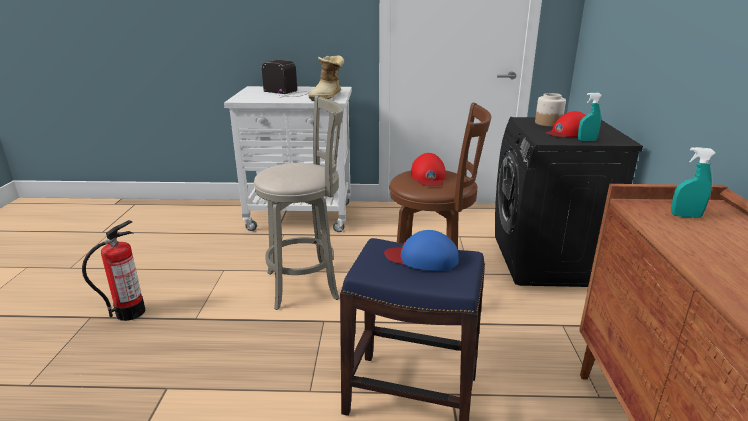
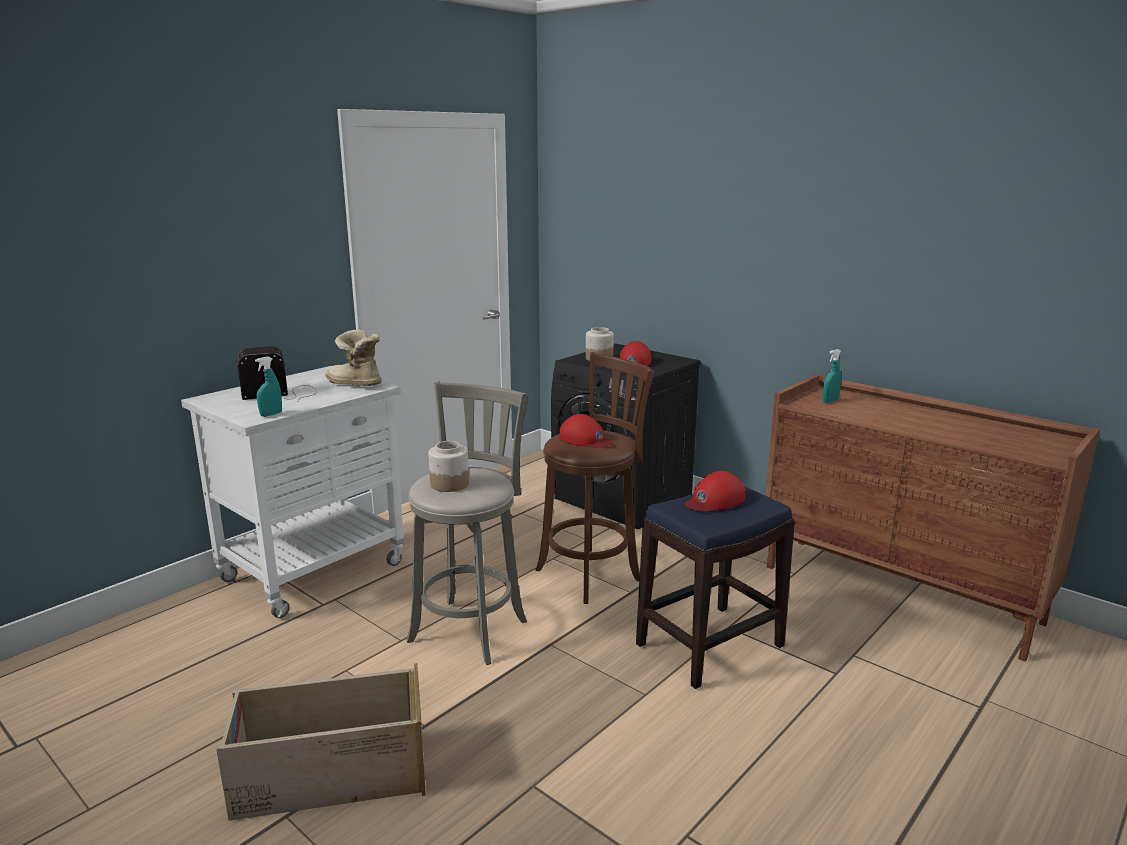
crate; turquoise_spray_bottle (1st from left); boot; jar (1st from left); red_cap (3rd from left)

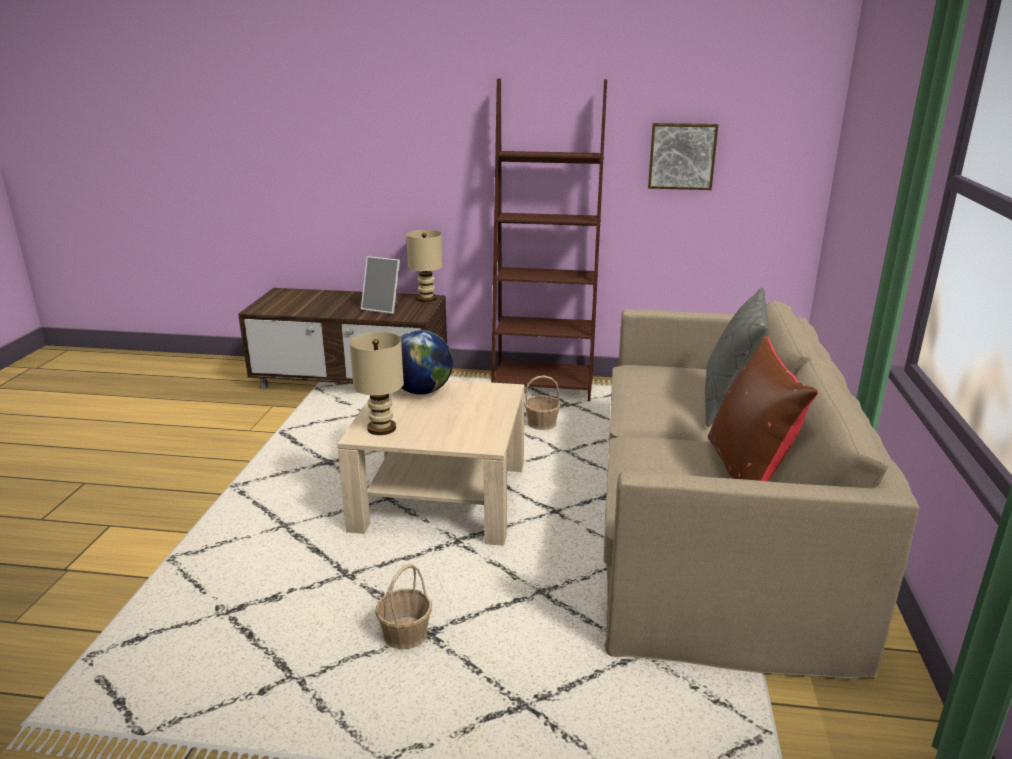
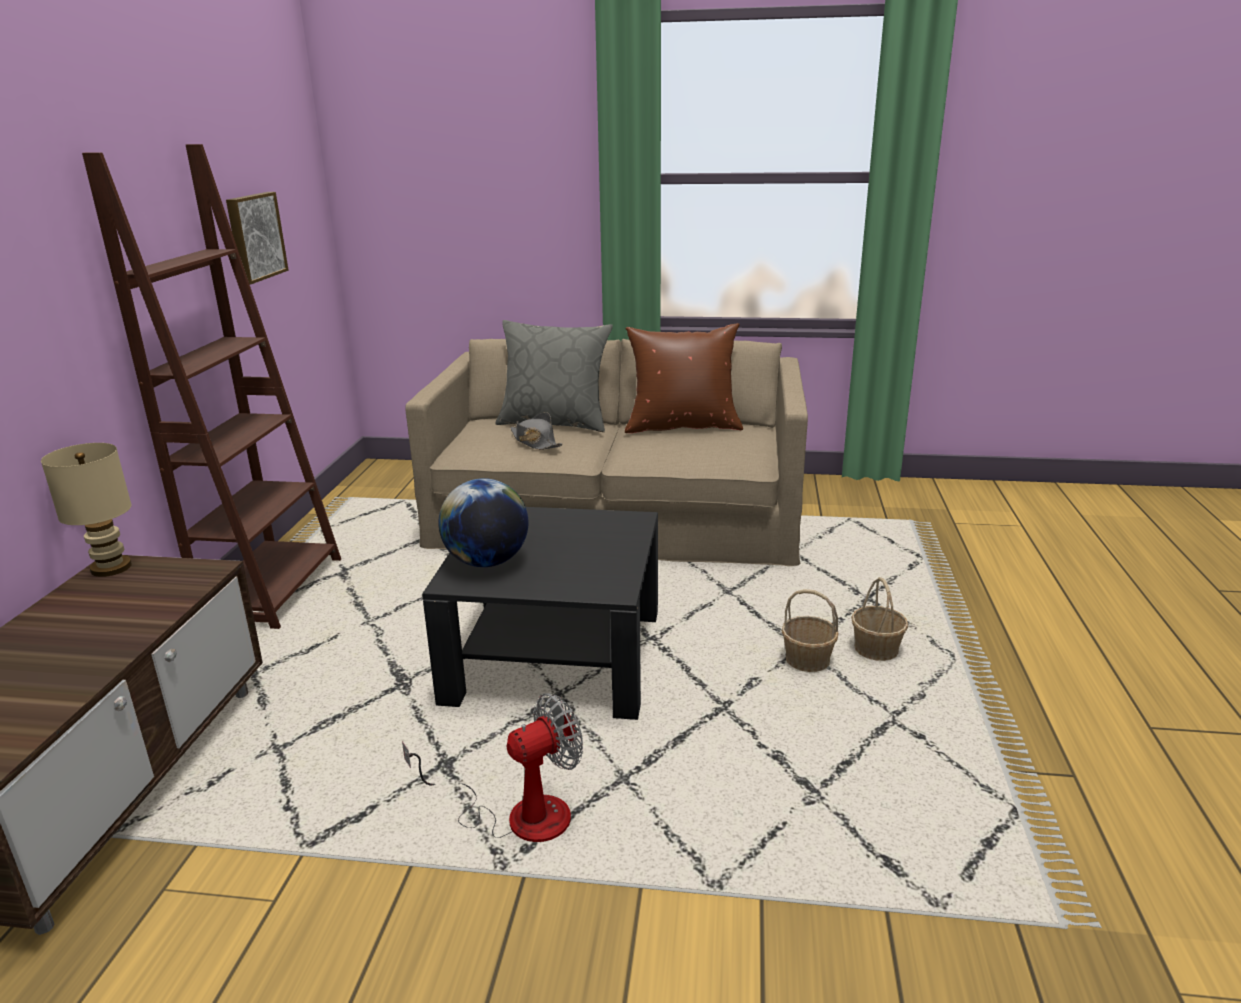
fan; black_coffee_table; grey_hat; basket (2nd from left); beige_table_lamp (1st from left in the first image); picture_frame

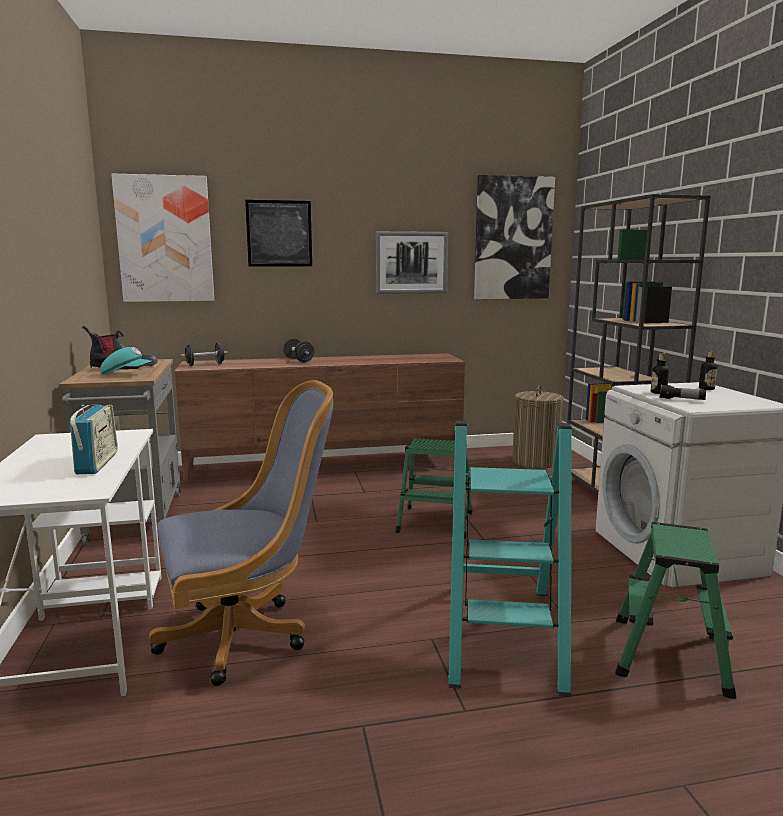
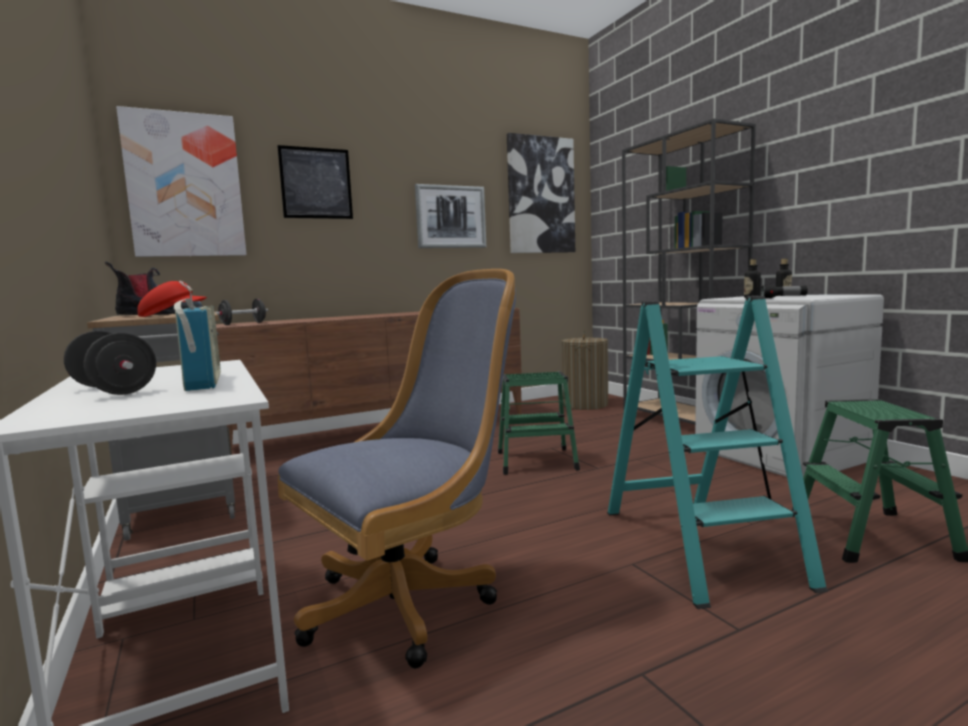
black_dumbbell (1st from left); red_cap

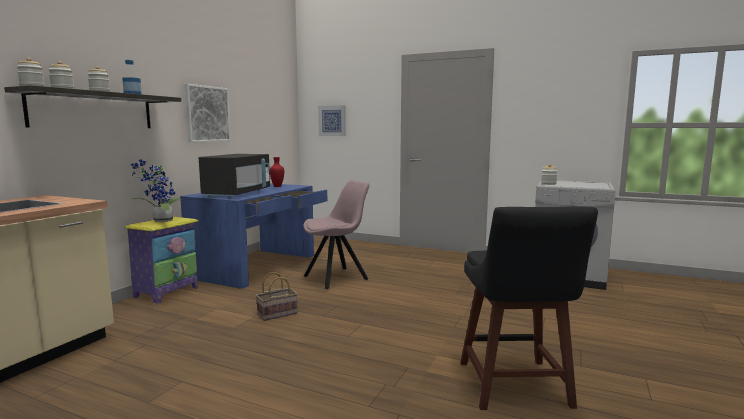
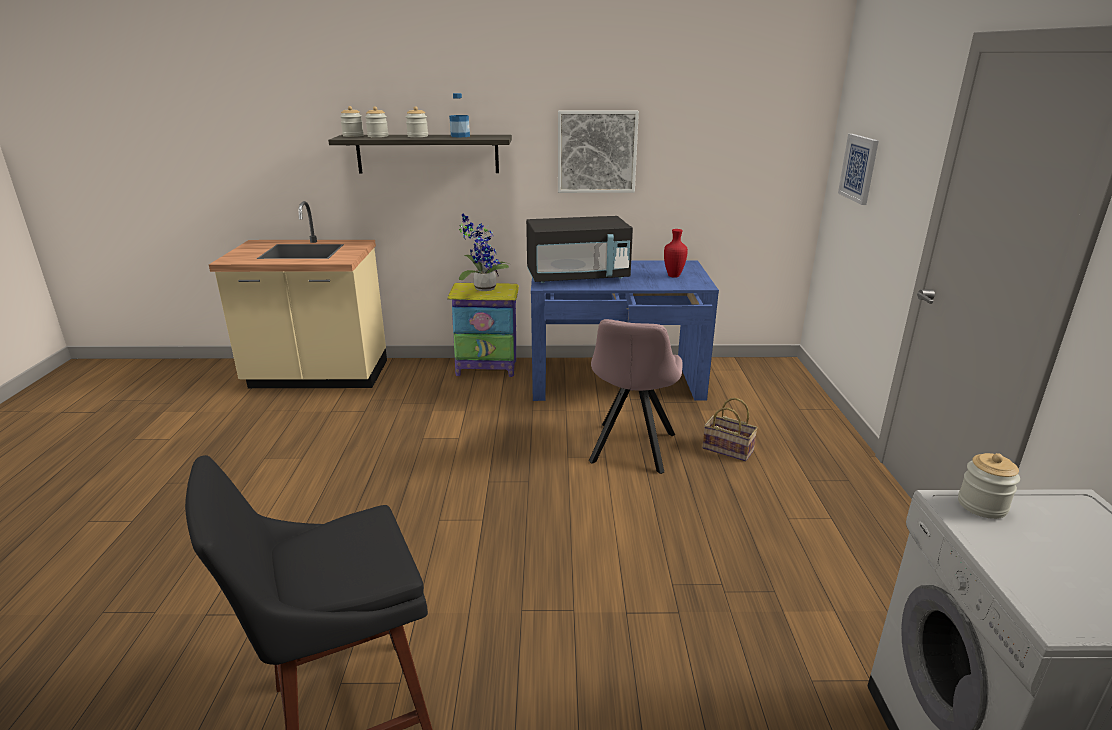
pink_chair; basket

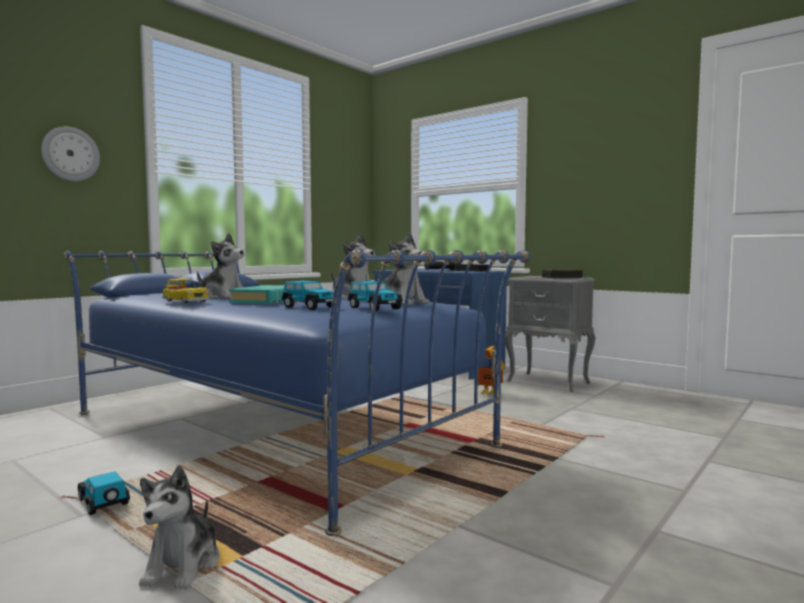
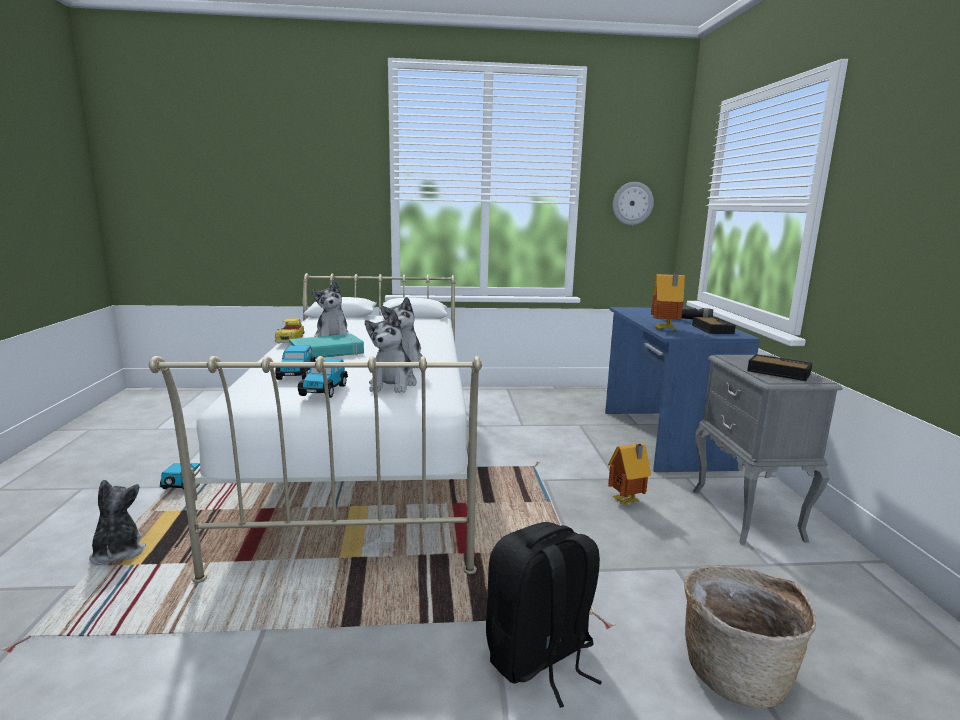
plush_toy (1st from left); white_bed; black_backpack; wall_clock; toy_house (2nd from left); basket

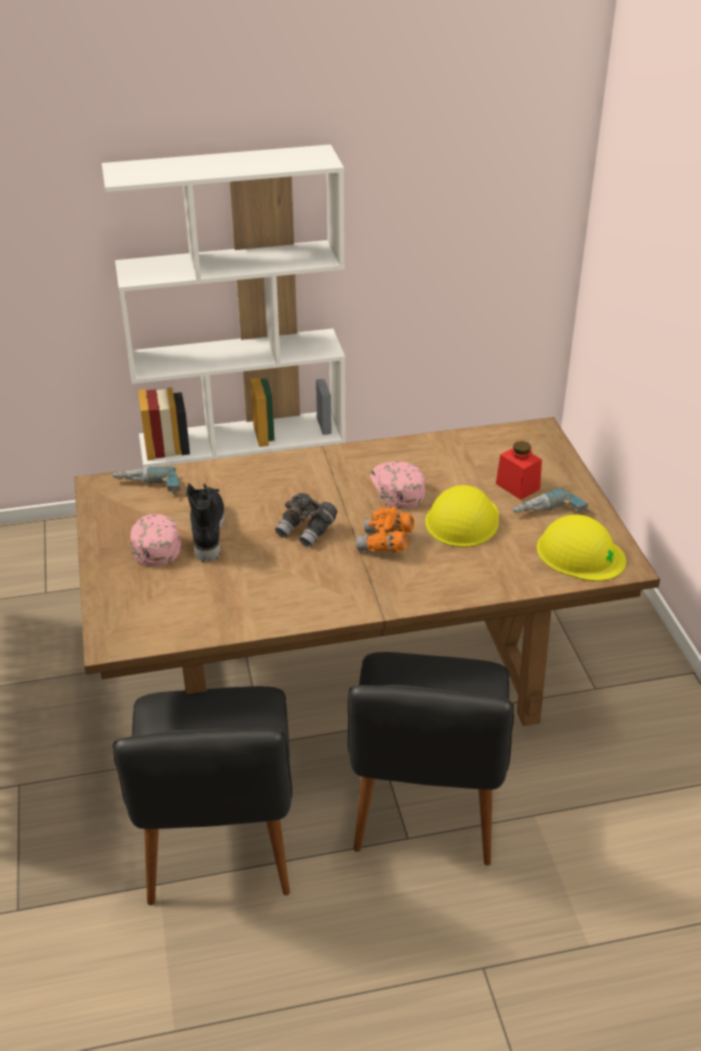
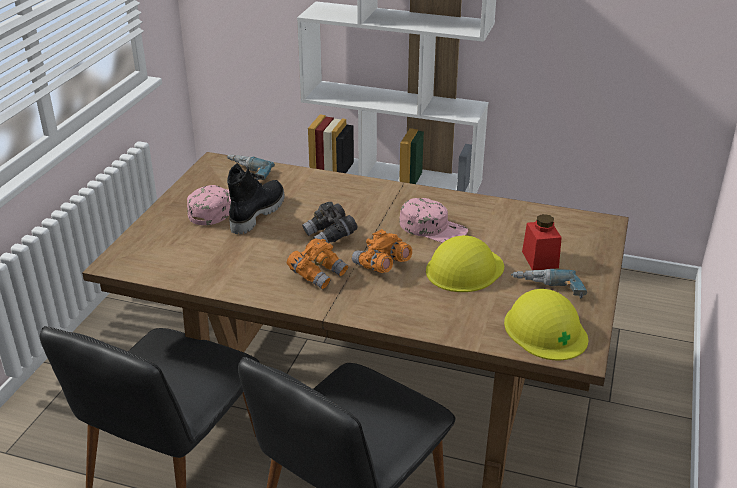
orange_binoculars (1st from left); pink_cap (2nd from left)

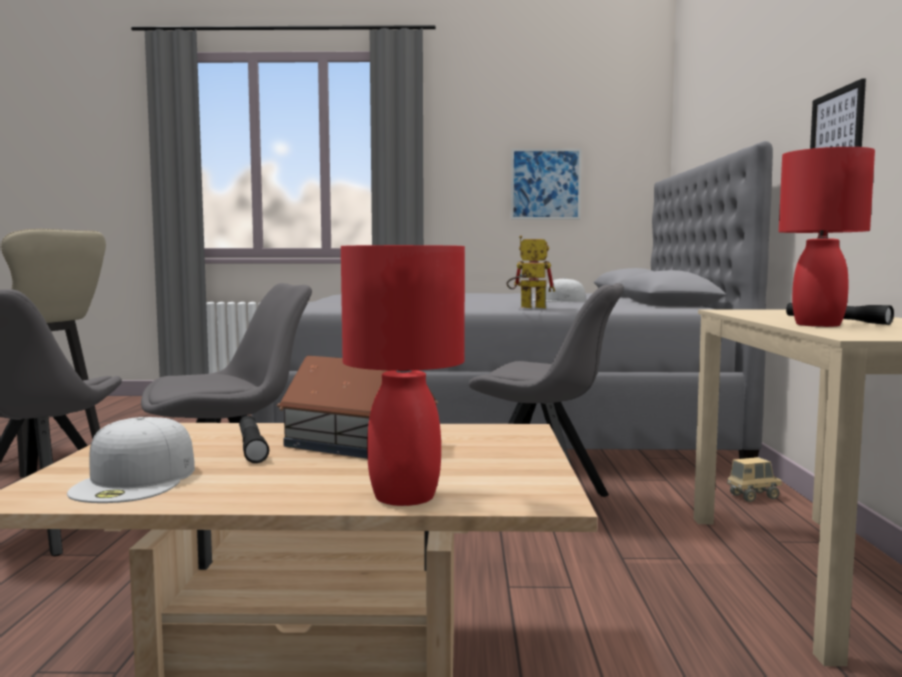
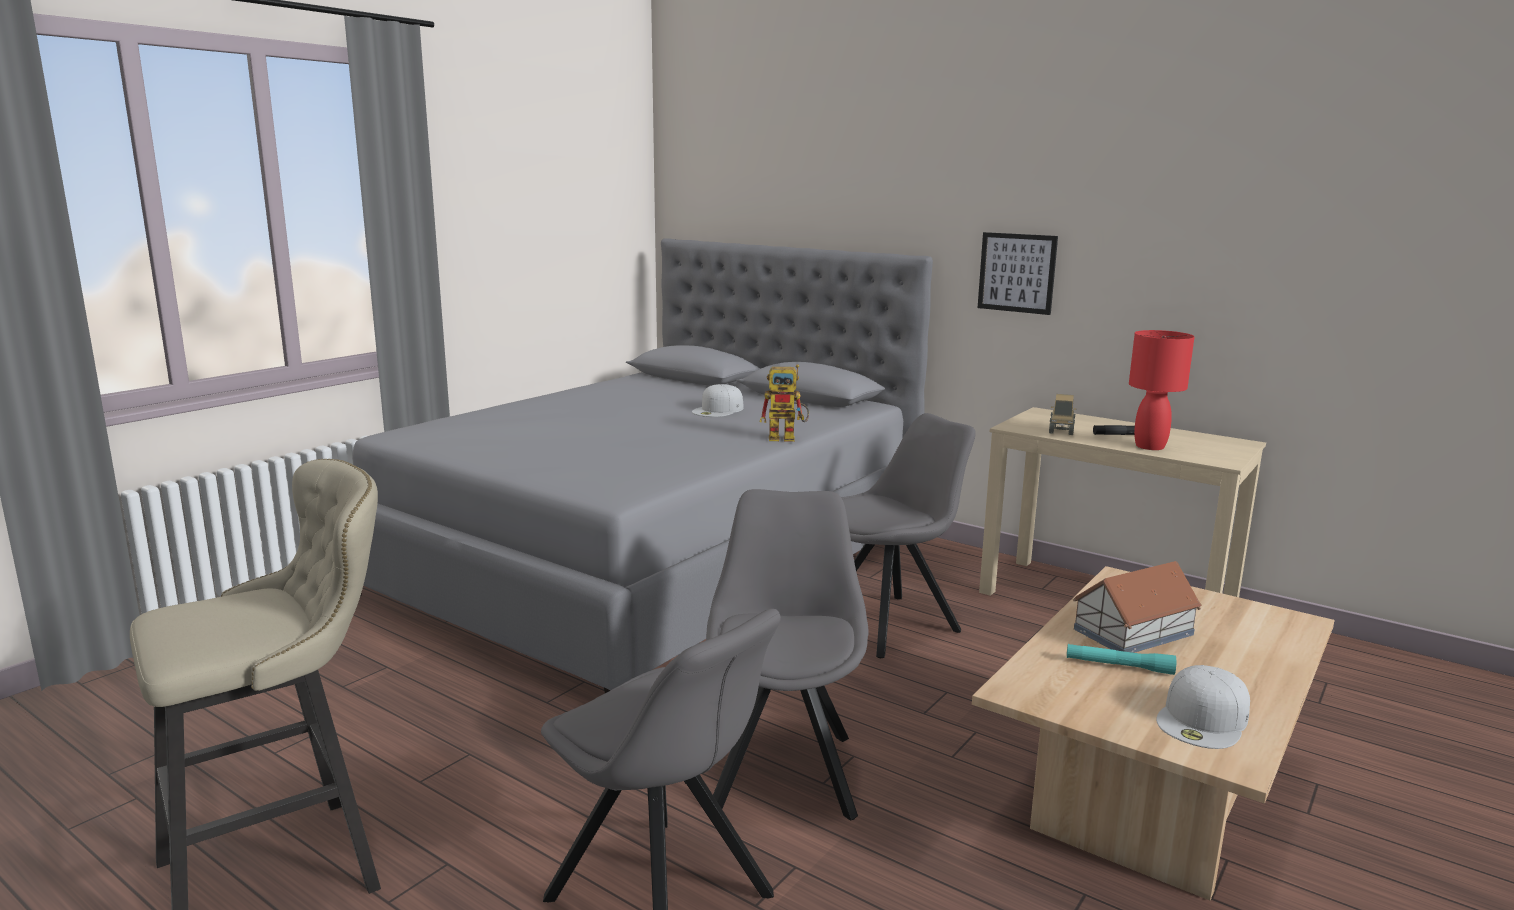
toy_robot; toy_truck; turquoise_flashlight; white_cap (2nd from left); red_table_lamp (1st from left in the first image); picture (1st from left in the first image)

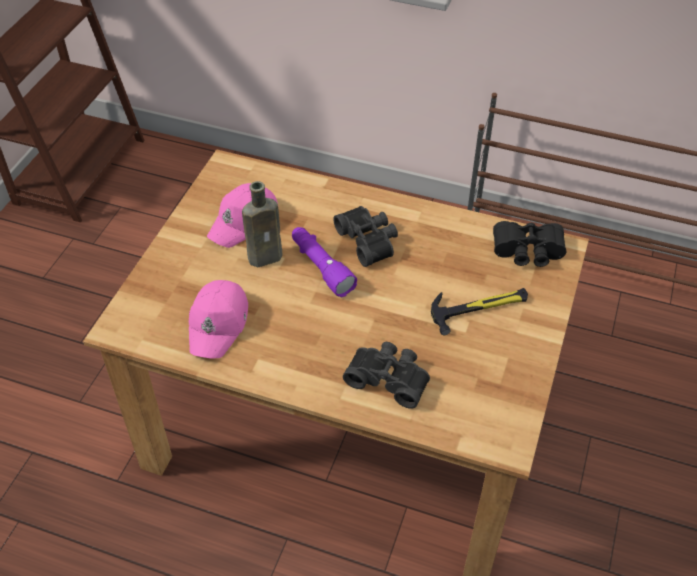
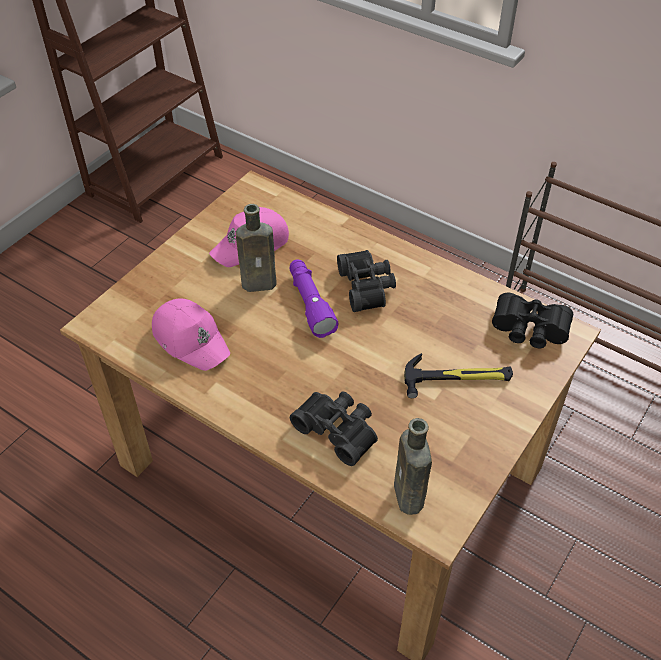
pink_cap (1st from left); brown_bottle (2nd from left)

